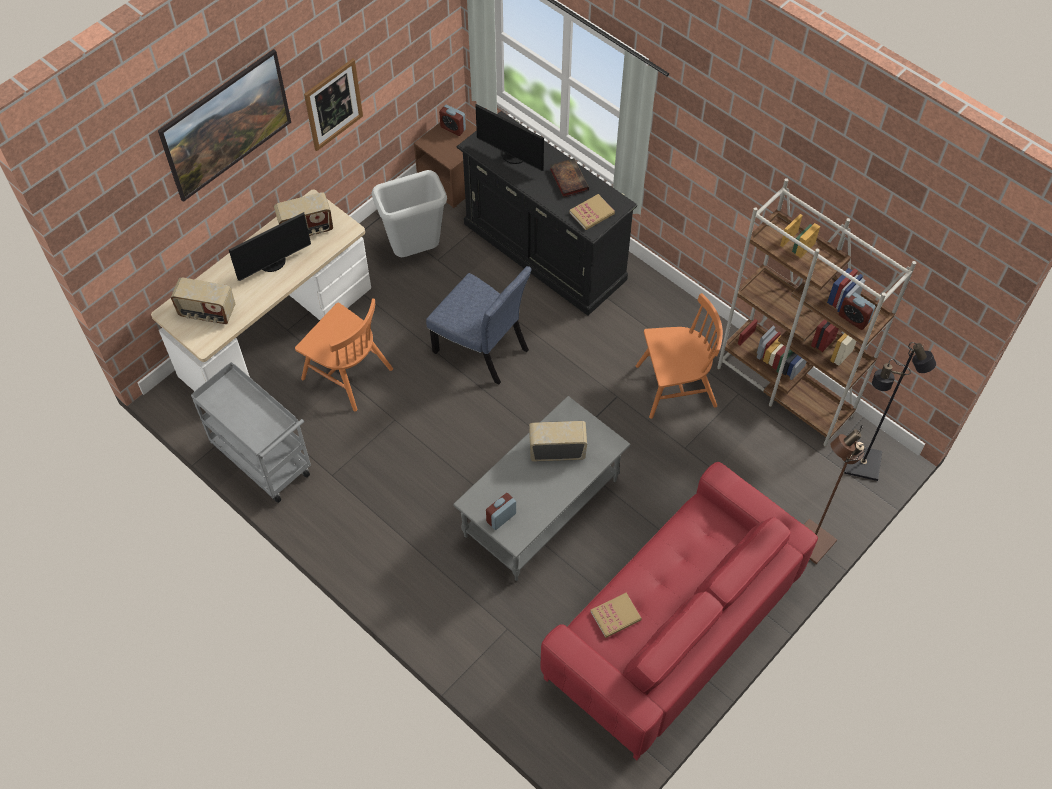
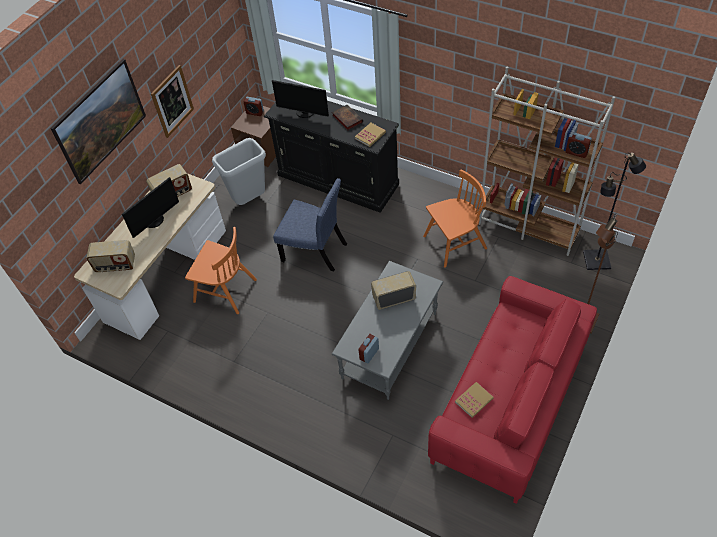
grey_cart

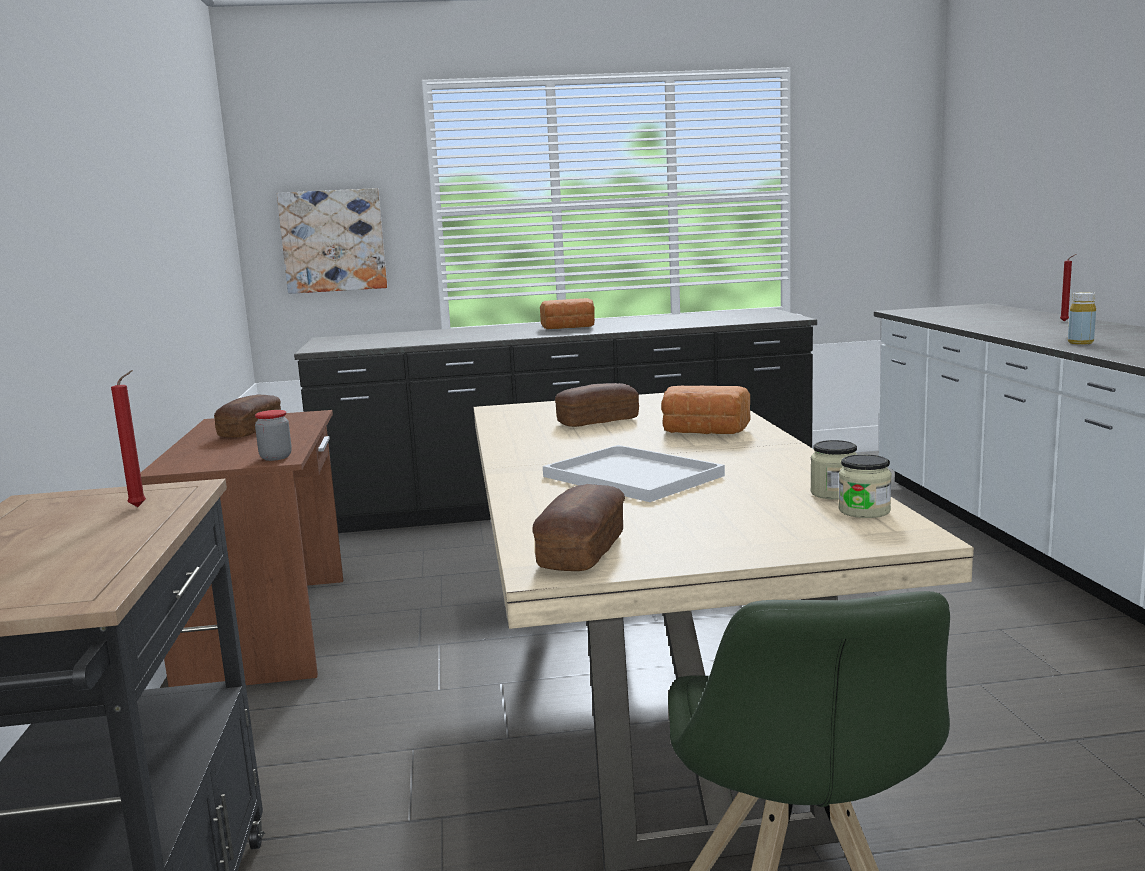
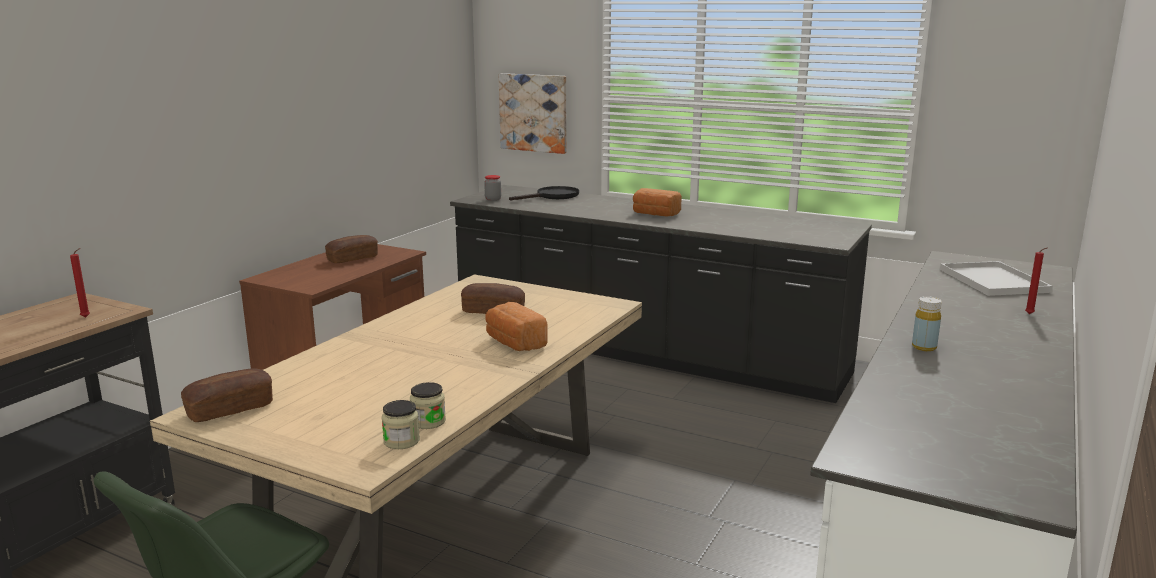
jar (3rd from left); black_frying_pan; white_tray

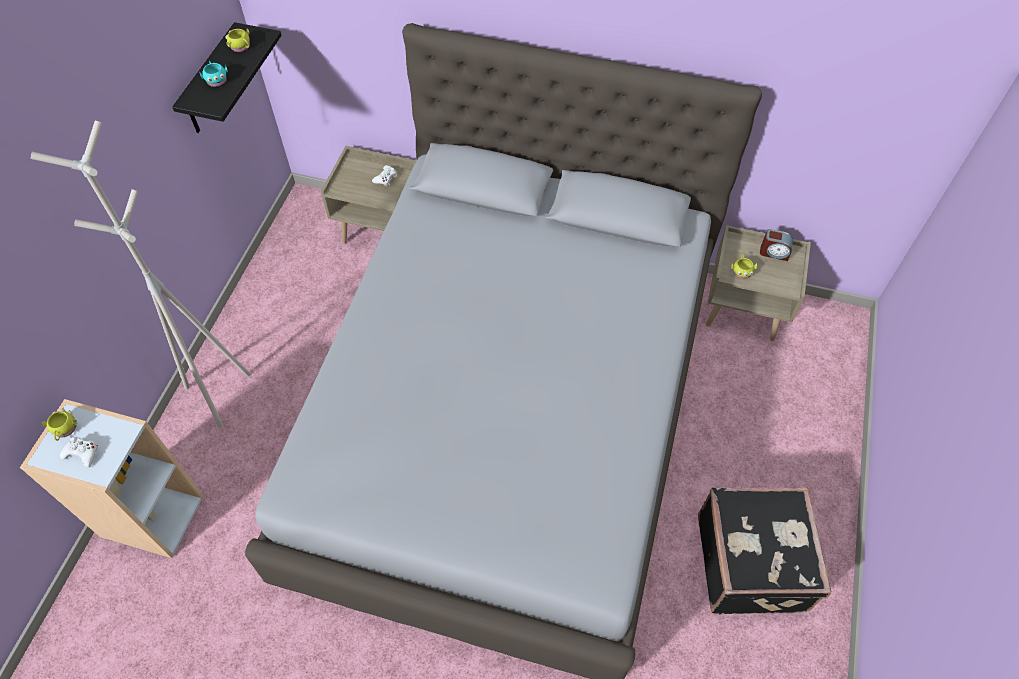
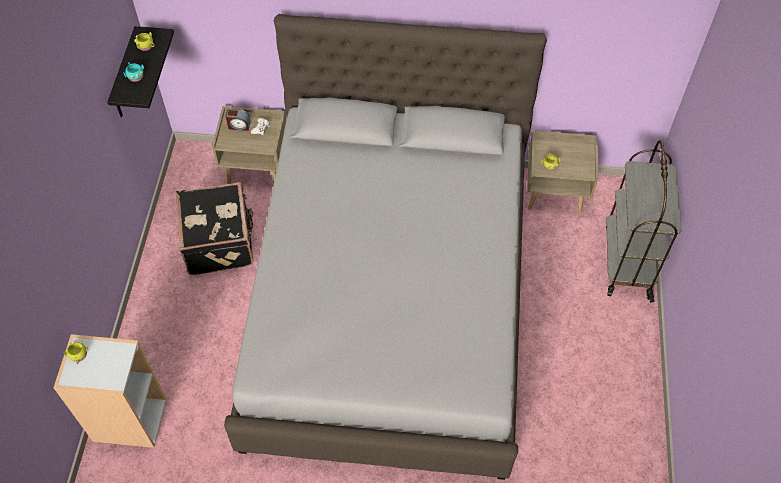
black_suitcase; alarm_clock; grey_cart; grey_clothes_rack; white_game_controller (1st from left in the first image)

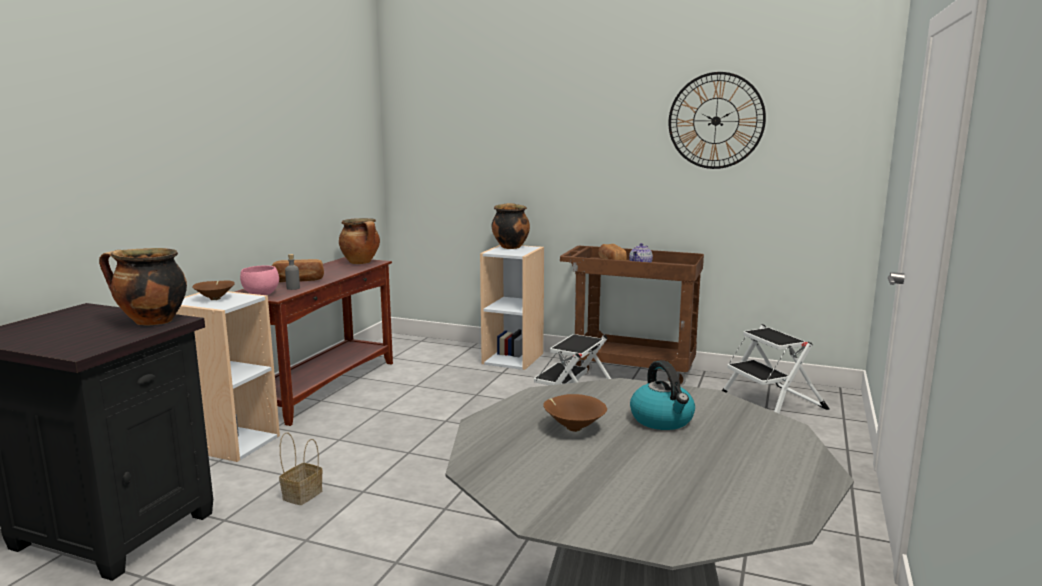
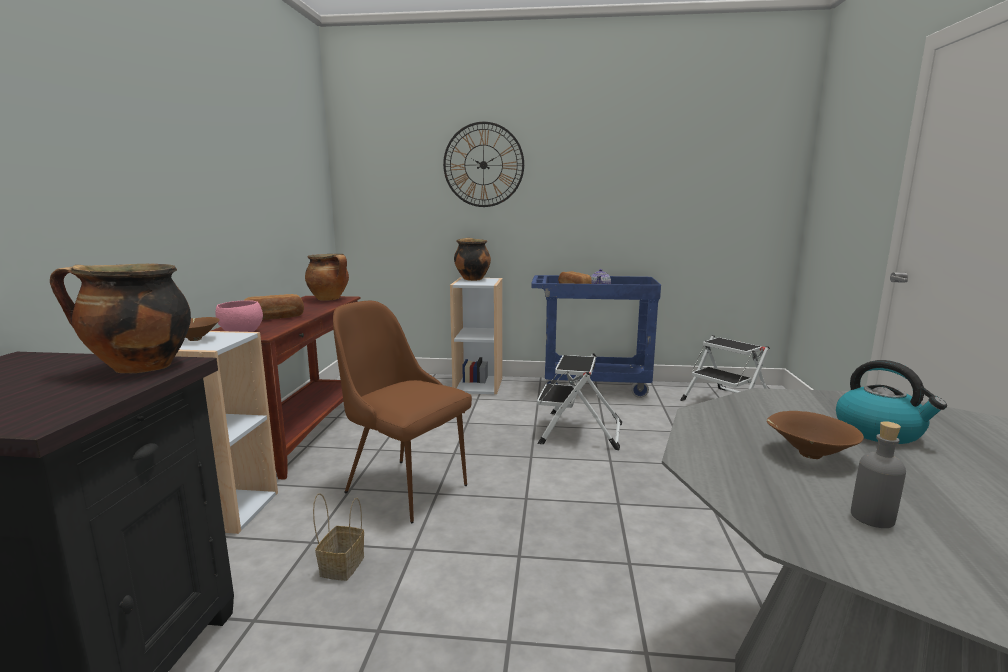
brown_chair; wall_clock; blue_cart; grey_bottle

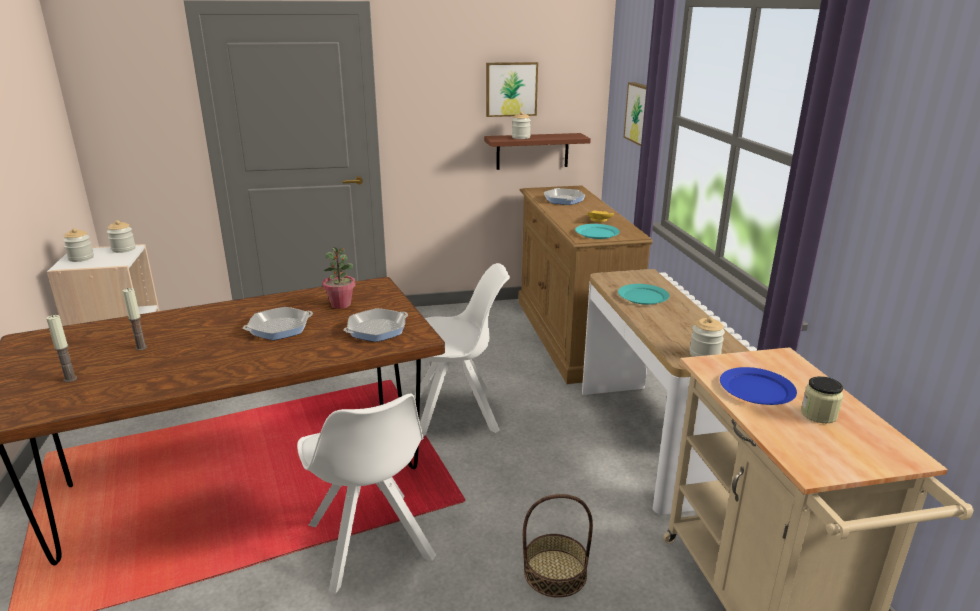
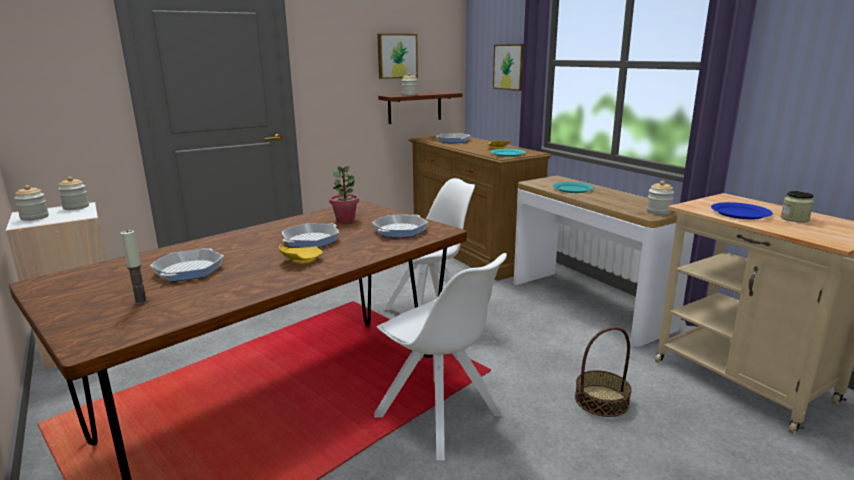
frying_pan (1st from left); yellow_plate (1st from left)

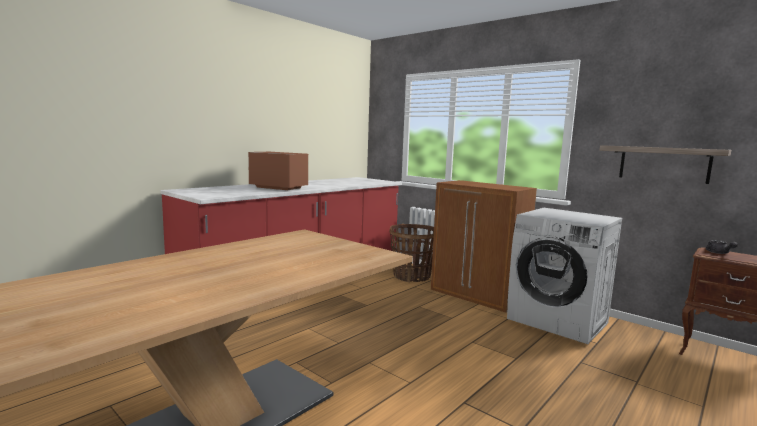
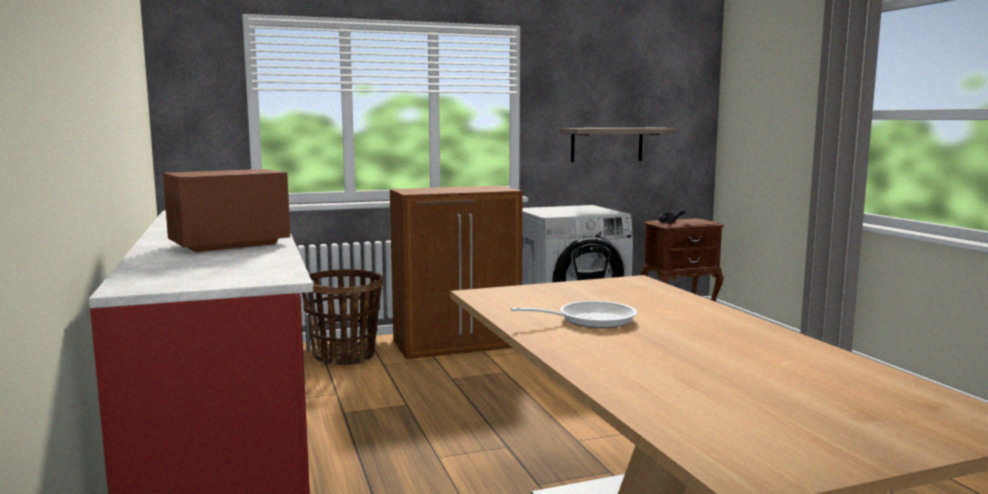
frying_pan

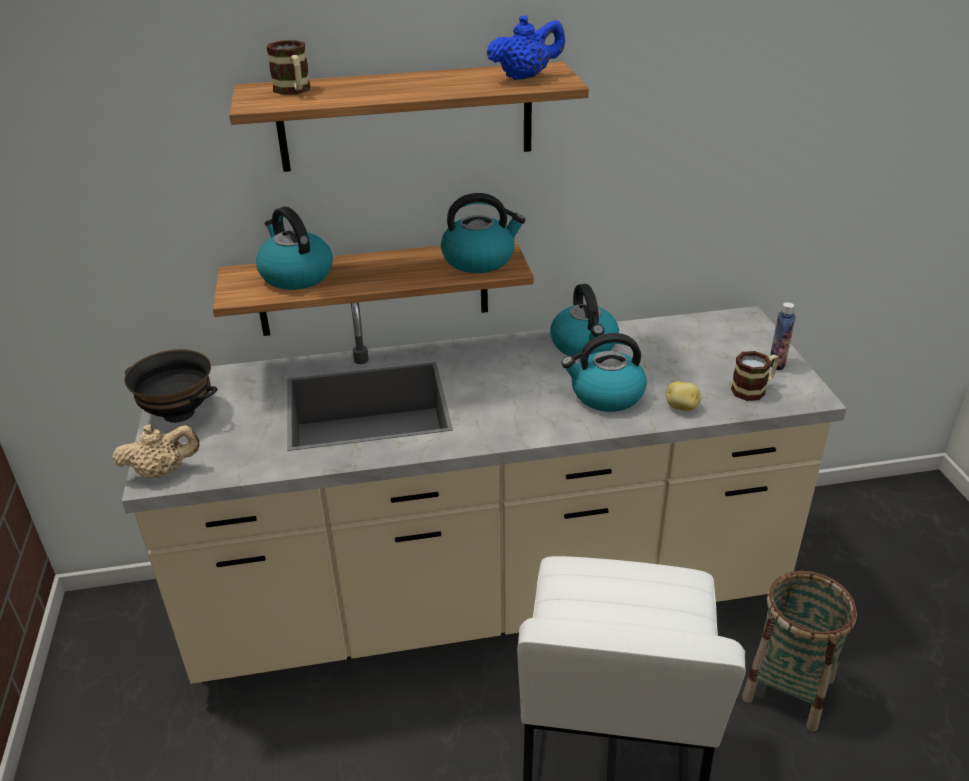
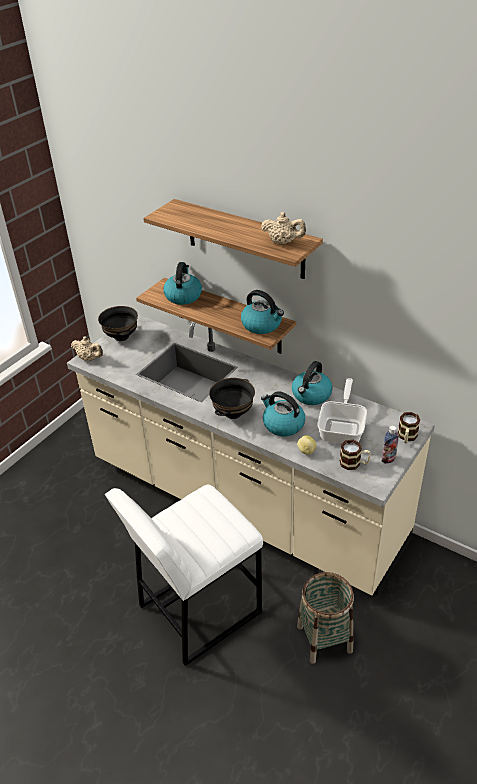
black_bowl (2nd from left); beige_teapot (2nd from left); frying_pan; mug (2nd from left)

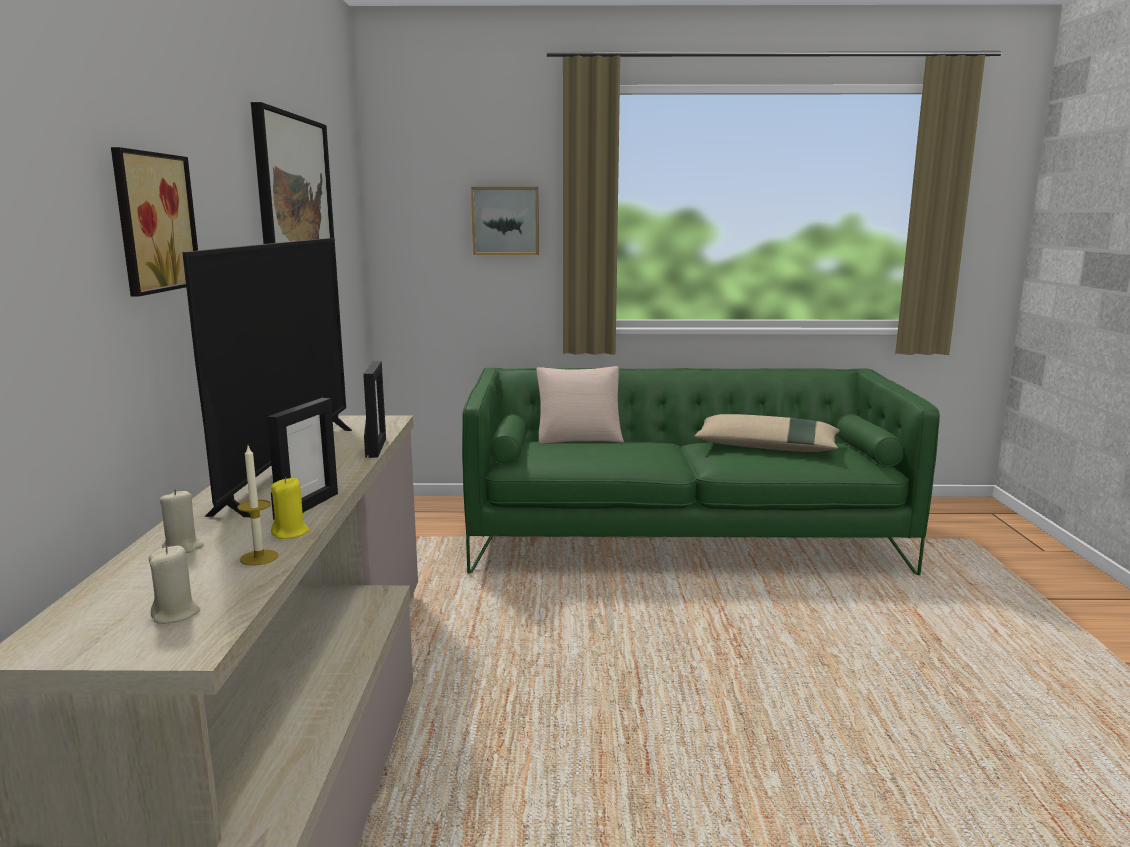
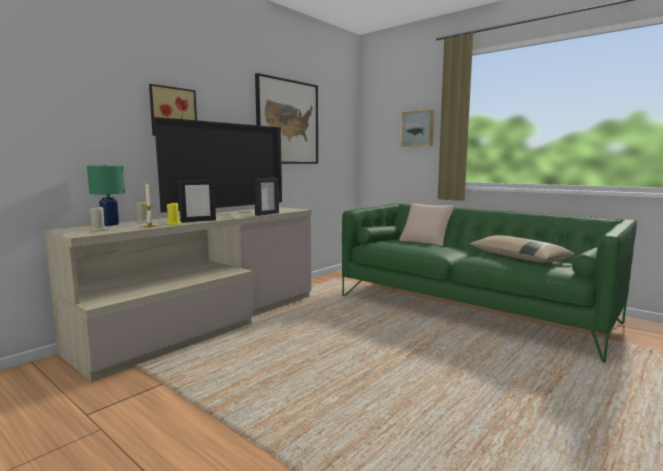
green_table_lamp

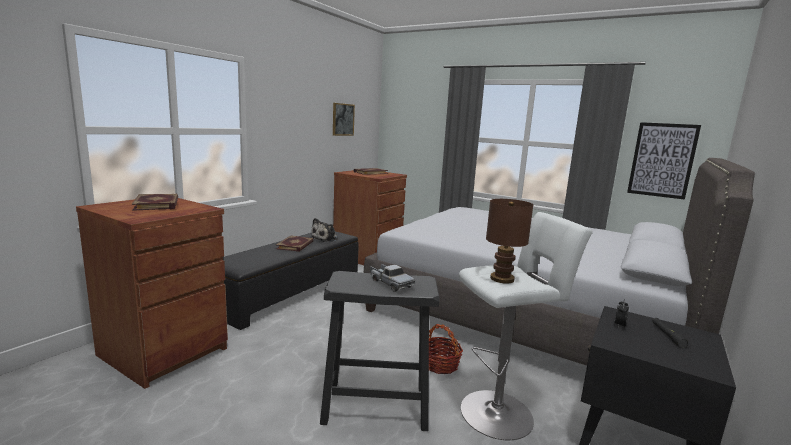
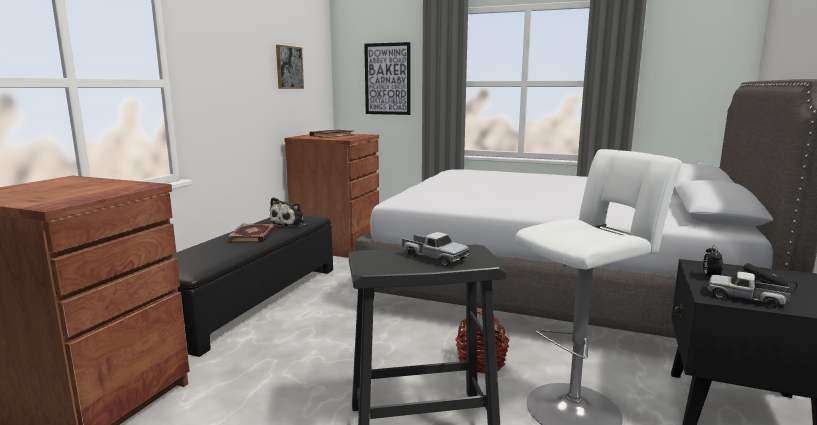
picture (2nd from left); toy_truck (2nd from left); book (1st from left in the first image); brown_table_lamp

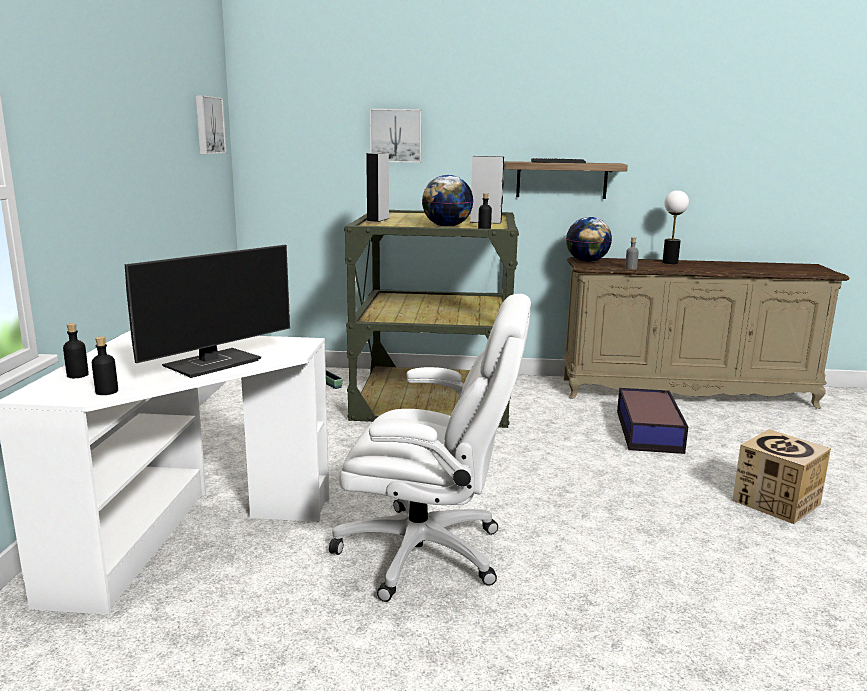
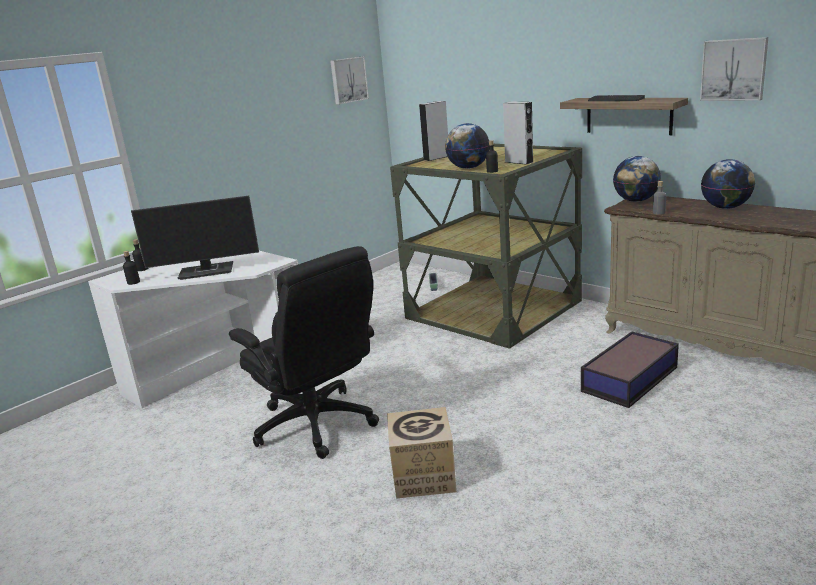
black_office_chair; cardboard_box; picture (2nd from left); globe (3rd from left)

